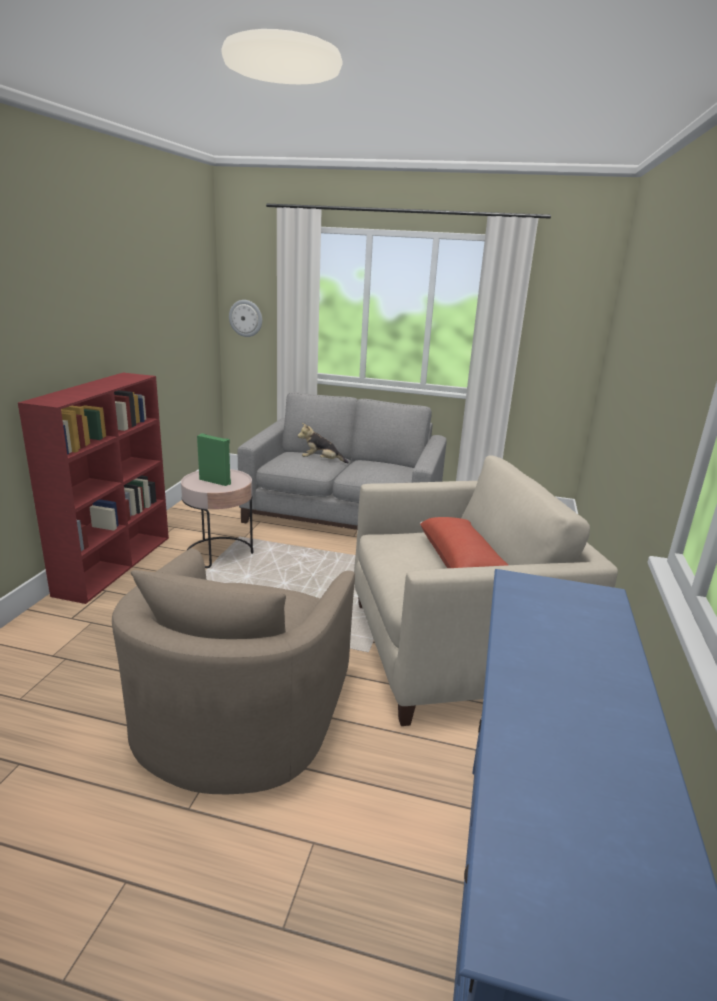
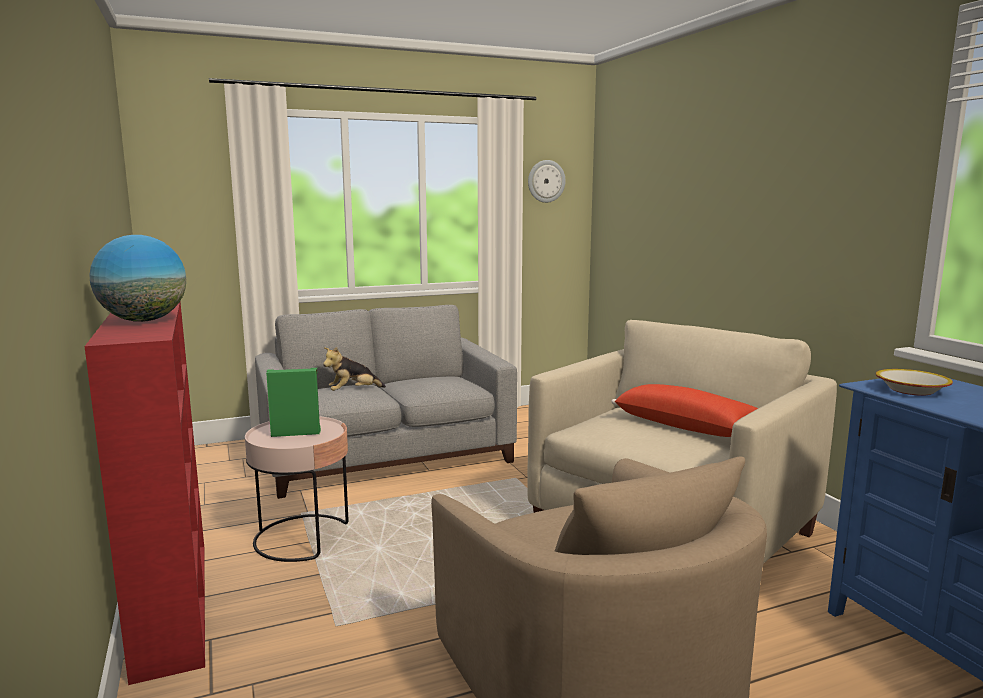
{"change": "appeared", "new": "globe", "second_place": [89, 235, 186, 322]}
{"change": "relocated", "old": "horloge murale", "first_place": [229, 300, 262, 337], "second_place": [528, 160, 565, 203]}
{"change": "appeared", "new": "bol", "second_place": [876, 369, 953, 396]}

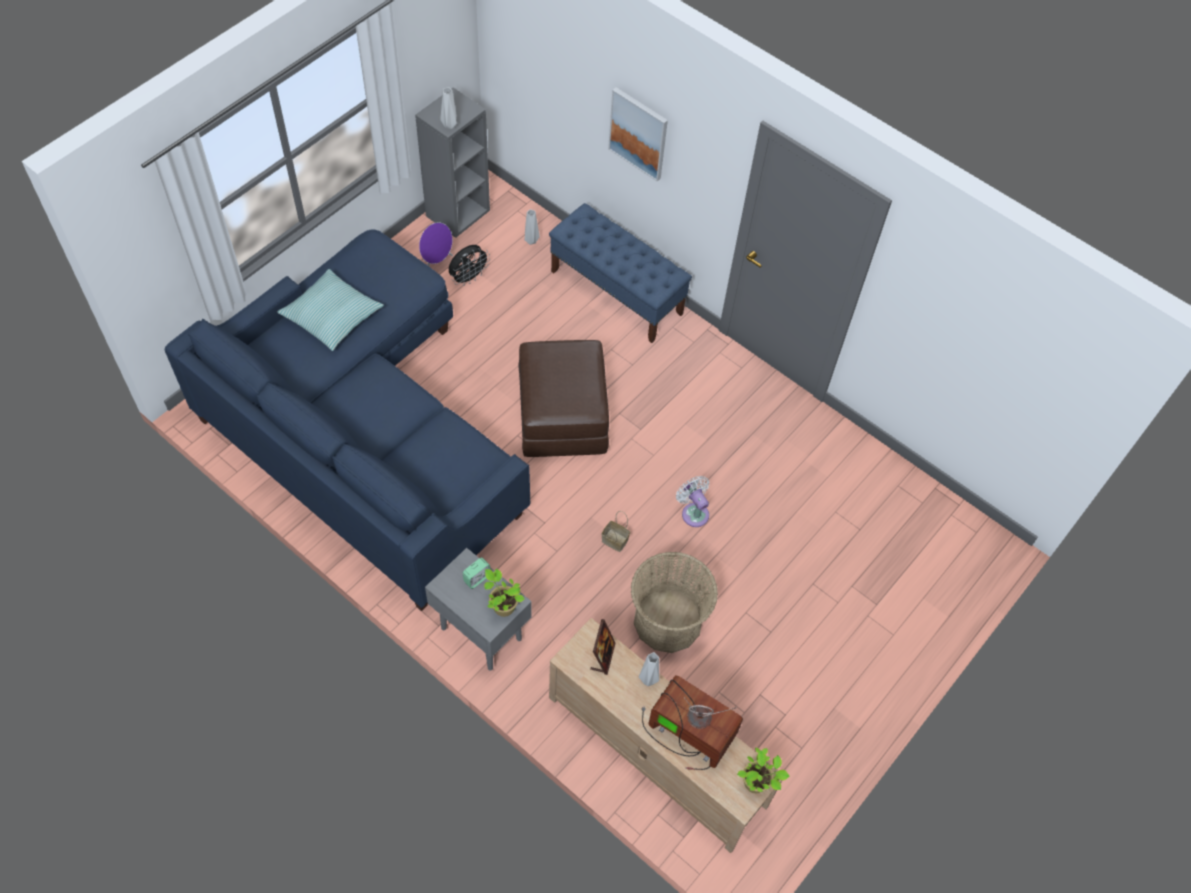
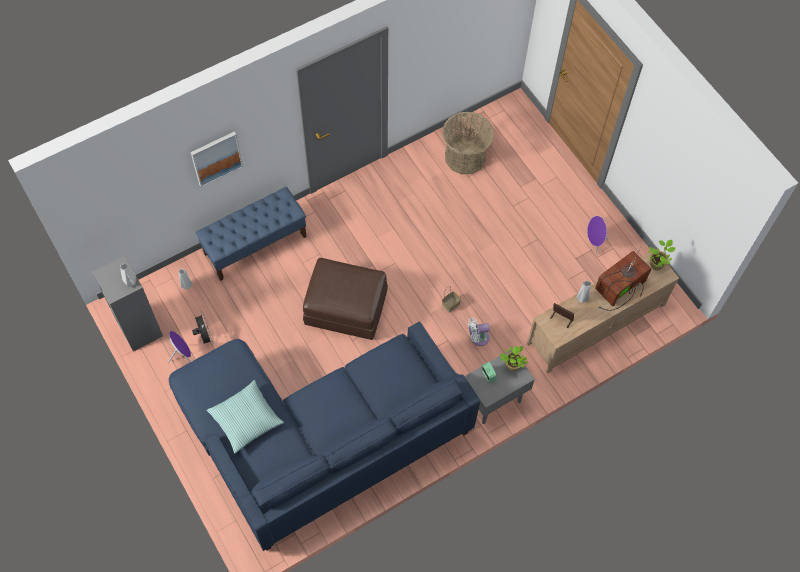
{"change": "relocated", "old": "panier", "first_place": [631, 552, 718, 653], "second_place": [442, 112, 494, 174]}
{"change": "relocated", "old": "ventilateur/blanc", "first_place": [676, 476, 709, 527], "second_place": [468, 317, 490, 346]}
{"change": "appeared", "new": "enceinte/violet", "second_place": [587, 216, 609, 255]}

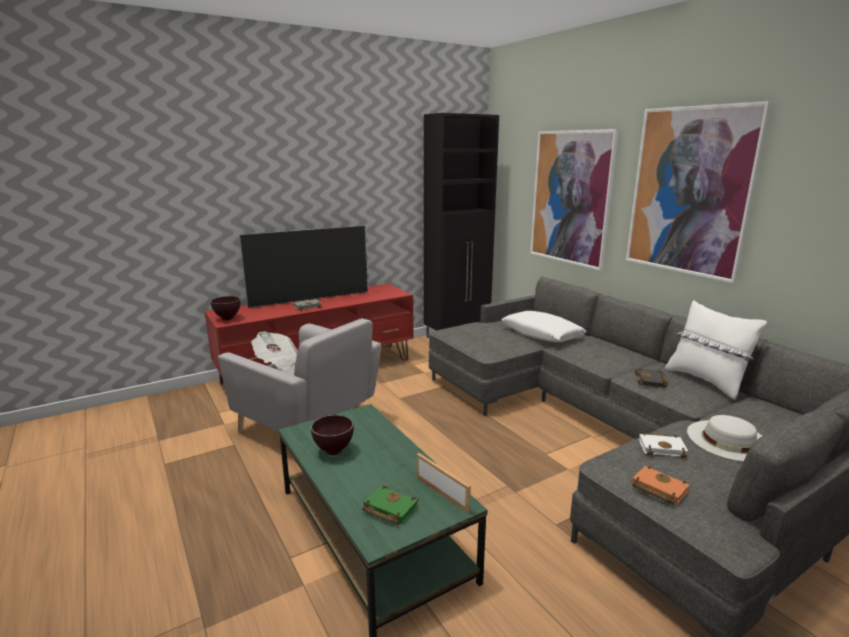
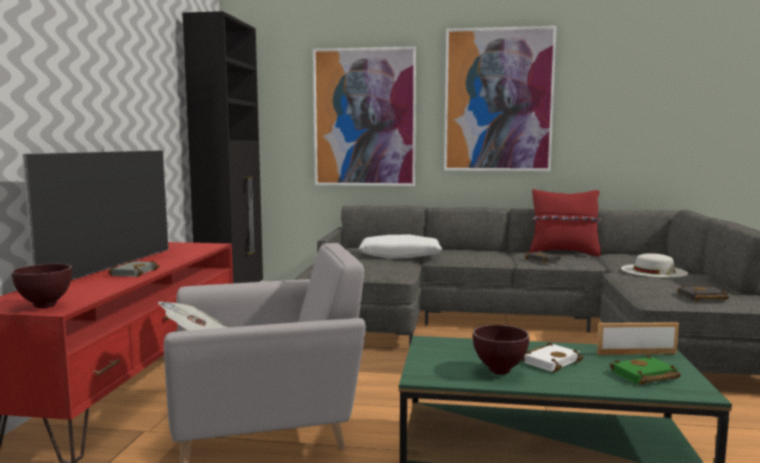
{"change": "relocated", "old": "livre/blanc", "first_place": [639, 433, 688, 458], "second_place": [522, 342, 584, 372]}
{"change": "colour", "old": "coussin/blanc", "new": "coussin/rouge", "first_place": [665, 300, 767, 400], "second_place": [529, 189, 602, 257]}
{"change": "colour", "old": "livre/orange", "new": "livre/noir", "first_place": [632, 466, 689, 505], "second_place": [677, 285, 729, 301]}

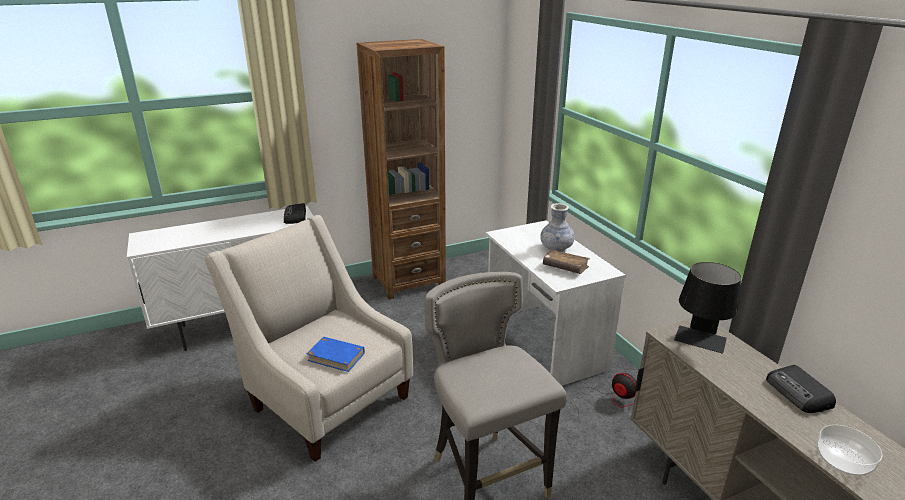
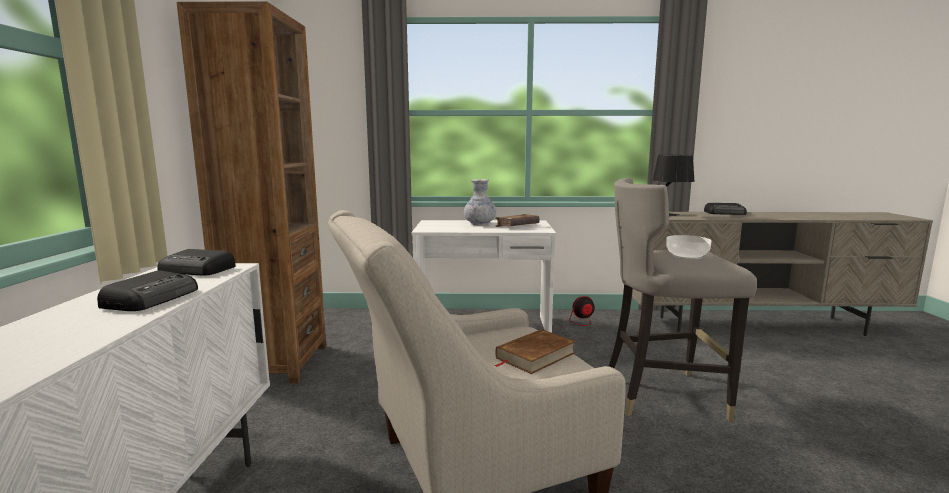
{"change": "appeared", "new": "radio", "second_place": [97, 270, 198, 311]}
{"change": "colour", "old": "livre/bleu", "new": "livre/marron", "first_place": [306, 337, 365, 372], "second_place": [494, 329, 576, 374]}
{"change": "relocated", "old": "bol", "first_place": [817, 425, 883, 476], "second_place": [666, 235, 711, 259]}

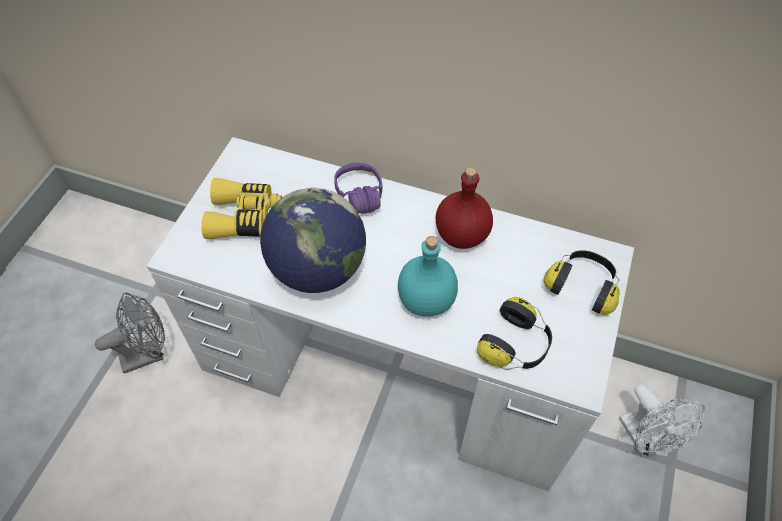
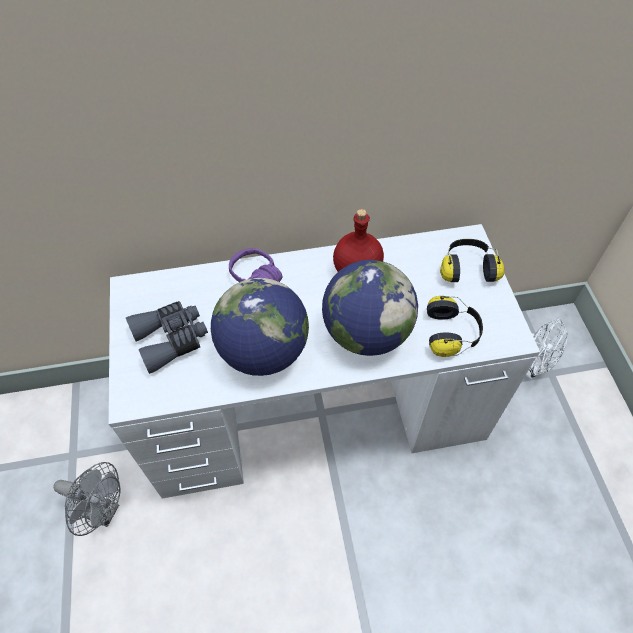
{"change": "spun", "old": "ventilateur/gris", "first_place": [95, 293, 165, 374], "second_place": [53, 462, 121, 536], "degrees": 75}
{"change": "colour", "old": "jumelles/jaune", "new": "jumelles/gris", "first_place": [201, 178, 282, 239], "second_place": [126, 301, 208, 374]}
{"change": "exchanged", "old": "bouteille/turquoise", "new": "globe", "first_place": [398, 236, 458, 317], "second_place": [322, 260, 418, 356]}

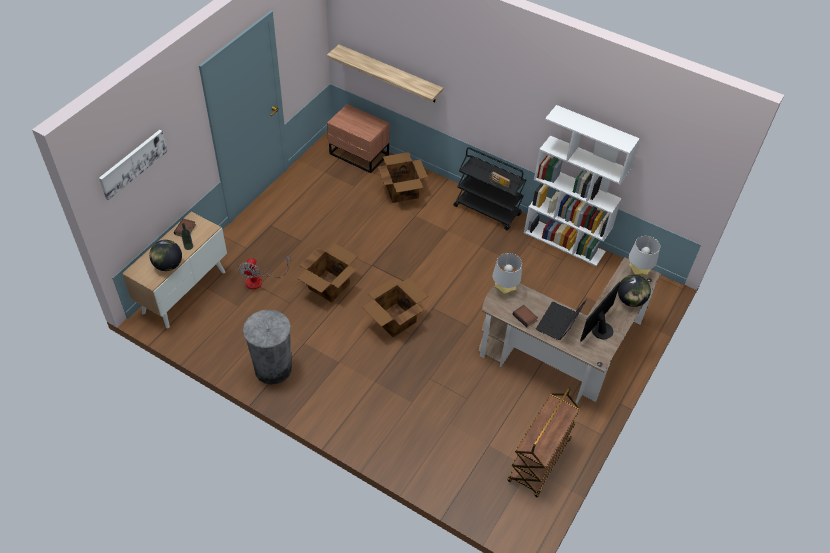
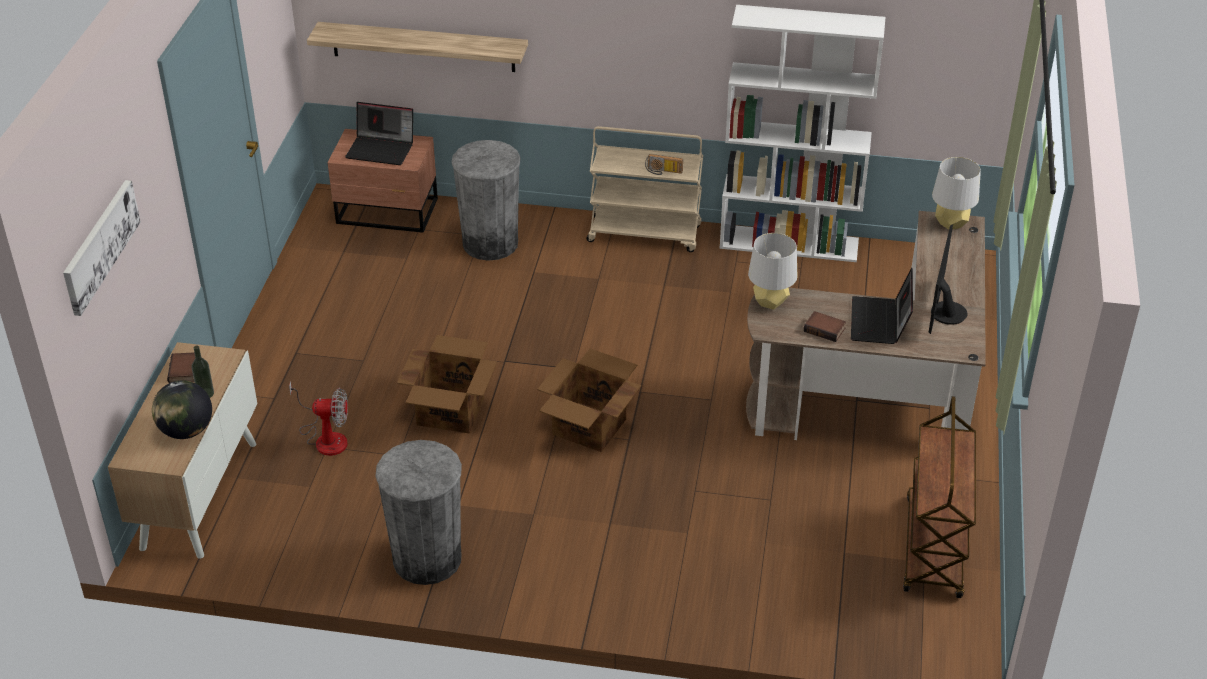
{"change": "spun", "old": "ventilateur", "first_place": [238, 256, 290, 289], "second_place": [289, 381, 348, 456], "degrees": -75}
{"change": "appeared", "new": "ordinateur portable", "second_place": [345, 102, 413, 165]}
{"change": "exchanged", "old": "carton", "new": "poubelle/gris", "first_place": [378, 152, 428, 203], "second_place": [451, 140, 521, 261]}
{"change": "colour", "old": "chariot/noir", "new": "chariot/beige", "first_place": [453, 147, 526, 230], "second_place": [586, 126, 703, 252]}
{"change": "missing", "old": "globe", "first_place": [618, 275, 651, 307]}

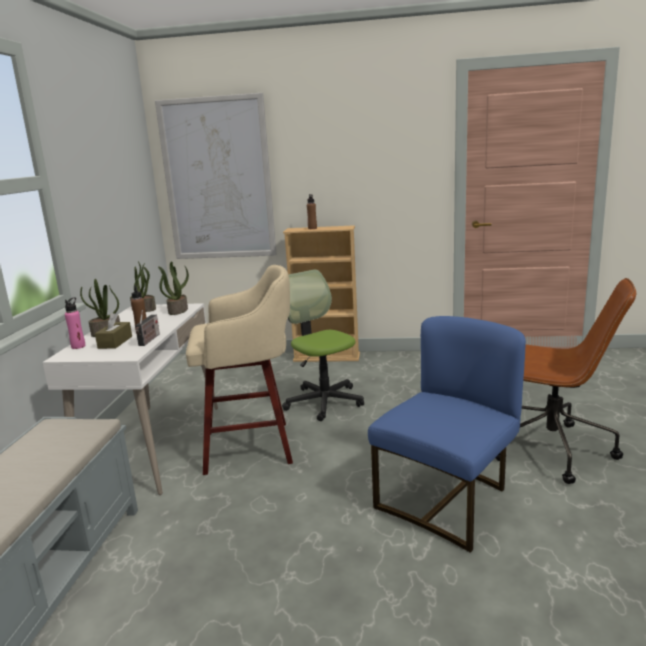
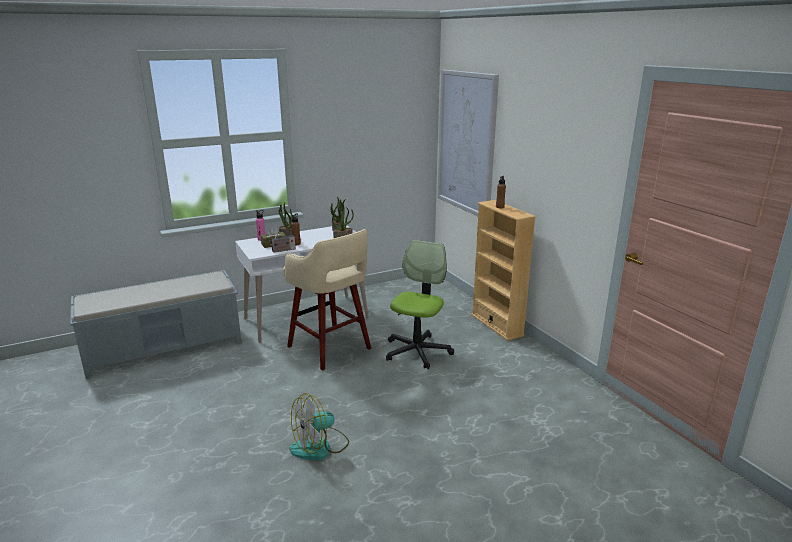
{"change": "exchanged", "old": "chaise/bleu", "new": "ventilateur", "first_place": [368, 316, 526, 553], "second_place": [289, 393, 349, 460]}
{"change": "missing", "old": "chaise de bureau/marron", "first_place": [495, 278, 636, 484]}

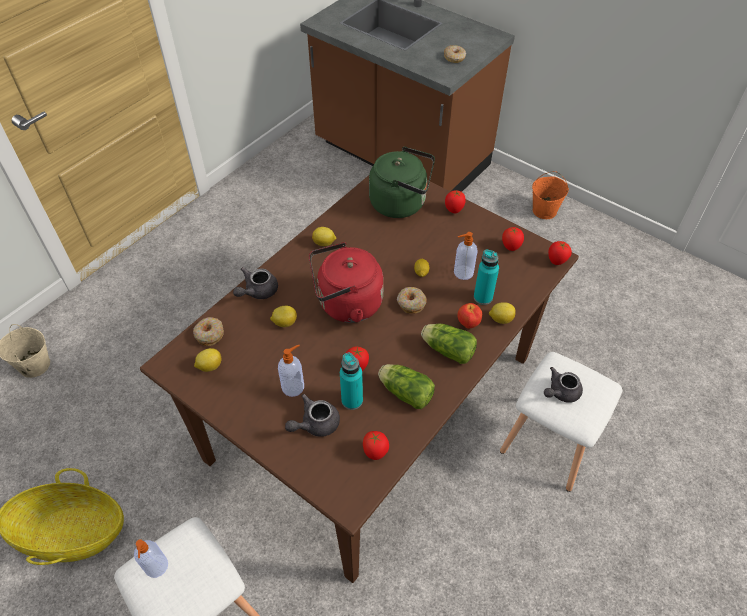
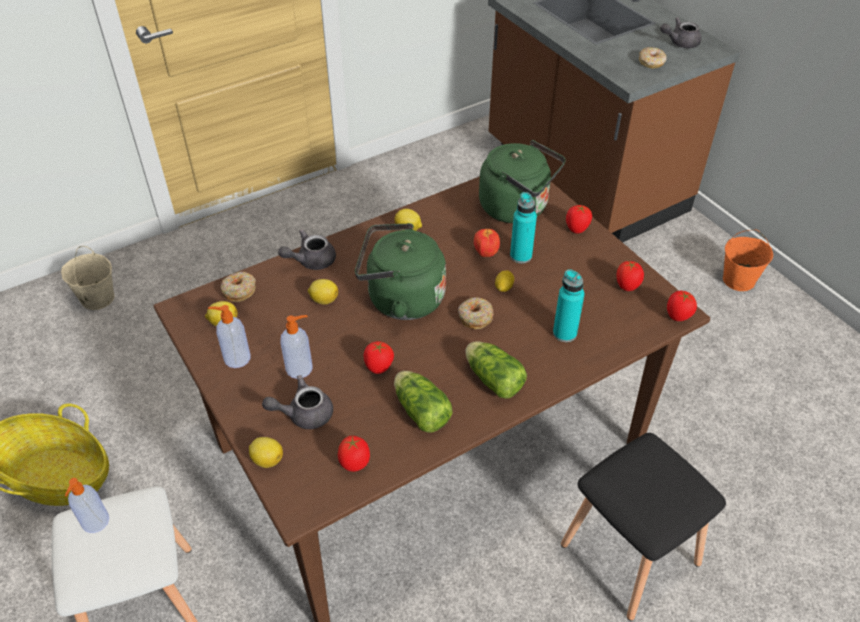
{"change": "relocated", "old": "distributeur de savon", "first_place": [454, 232, 477, 280], "second_place": [208, 305, 250, 368]}
{"change": "relocated", "old": "citron", "first_place": [489, 302, 516, 324], "second_place": [249, 437, 283, 468]}
{"change": "colour", "old": "bouilloire/rouge", "new": "bouilloire/vert", "first_place": [309, 242, 384, 323], "second_place": [355, 223, 446, 320]}
{"change": "relocated", "old": "pomme", "first_place": [457, 303, 482, 329], "second_place": [474, 229, 500, 257]}
{"change": "relocated", "old": "bouteille/turquoise", "first_place": [340, 353, 363, 410], "second_place": [510, 192, 537, 263]}
{"change": "colour", "old": "tabouret/blanc", "new": "tabouret/noir", "first_place": [500, 352, 622, 492], "second_place": [561, 433, 726, 621]}
{"change": "relocated", "old": "théière/gris", "first_place": [544, 367, 583, 403], "second_place": [660, 17, 701, 48]}

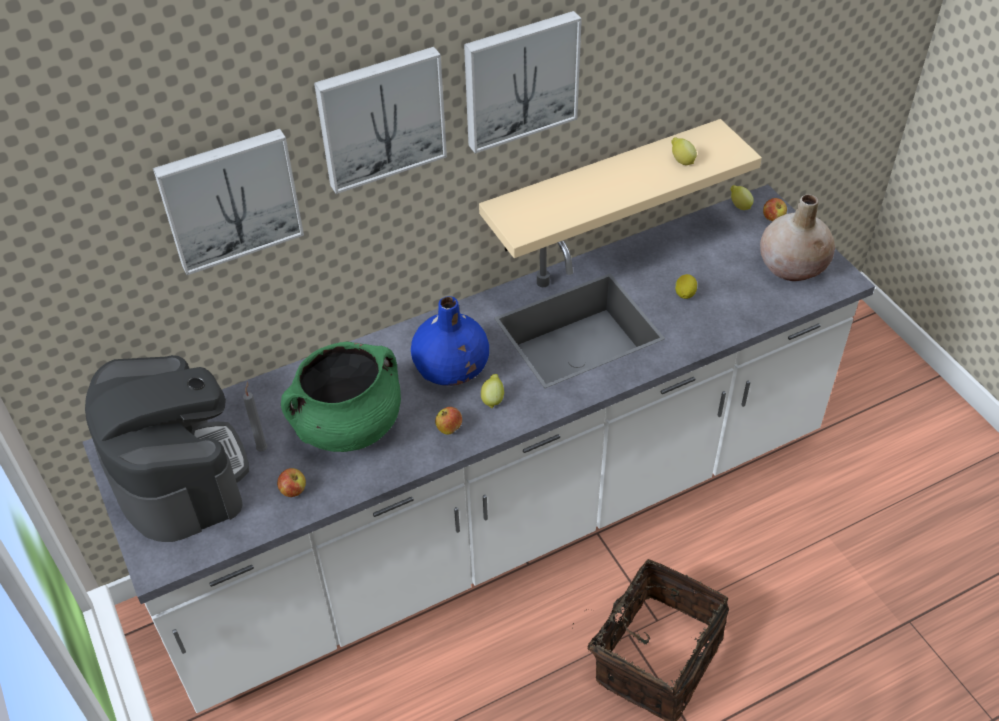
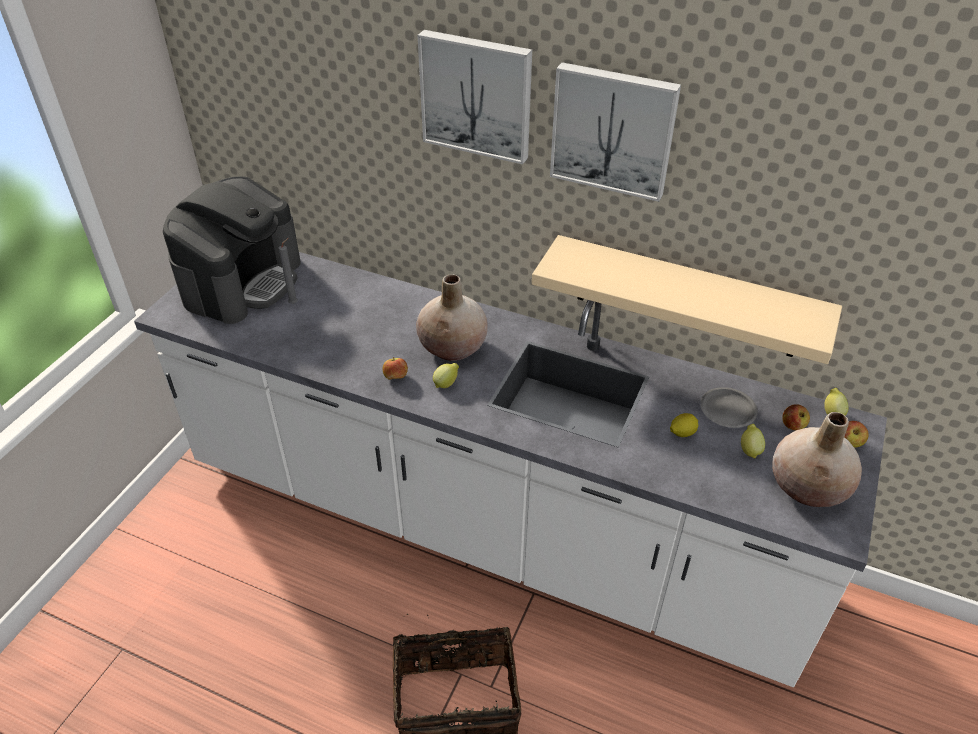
{"change": "colour", "old": "vase/bleu", "new": "vase/beige", "first_place": [411, 296, 489, 386], "second_place": [416, 274, 488, 361]}
{"change": "appeared", "new": "assiette/gris", "second_place": [700, 387, 758, 428]}
{"change": "relocated", "old": "citron", "first_place": [671, 137, 697, 165], "second_place": [741, 424, 765, 459]}
{"change": "relocated", "old": "pomme", "first_place": [277, 468, 306, 497], "second_place": [782, 404, 810, 430]}
{"change": "missing", "old": "tableau", "first_place": [153, 129, 304, 275]}
{"change": "missing", "old": "marmite/vert", "first_place": [281, 342, 401, 452]}

